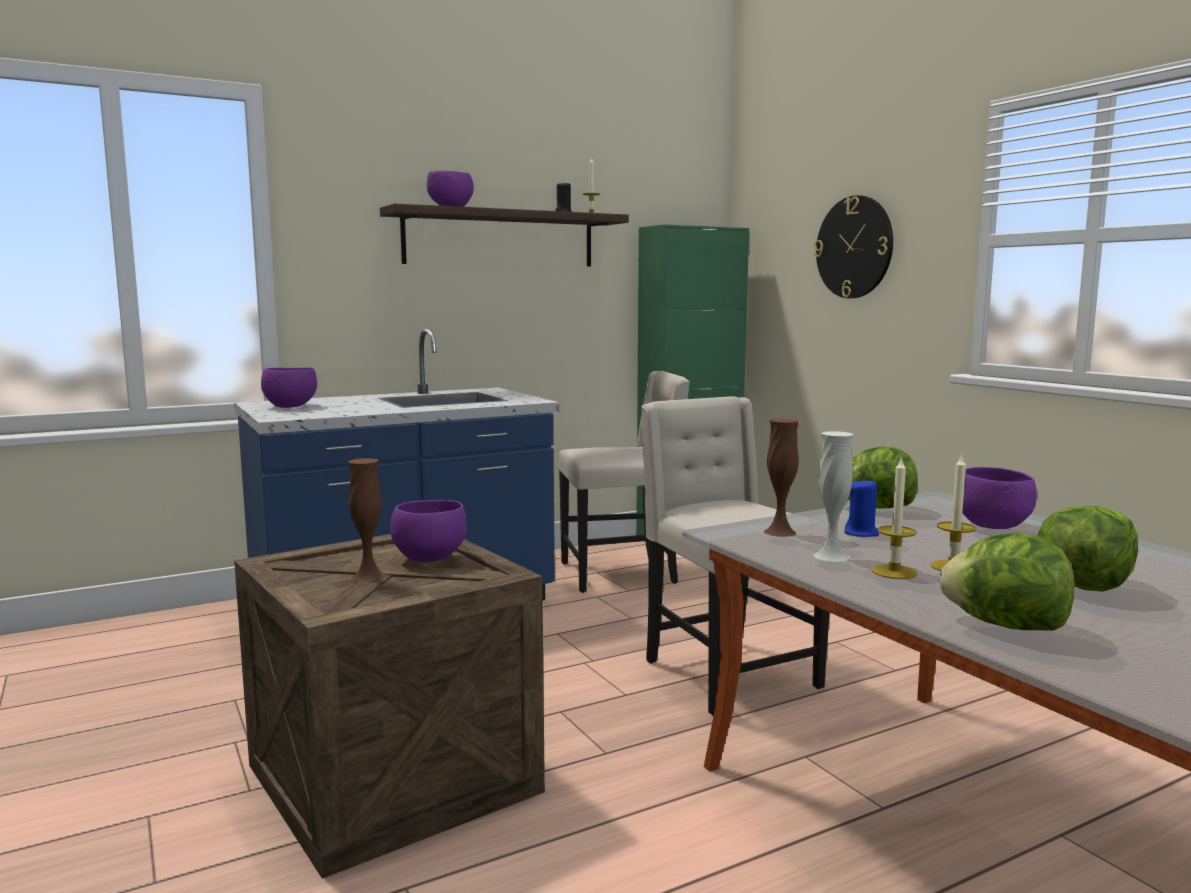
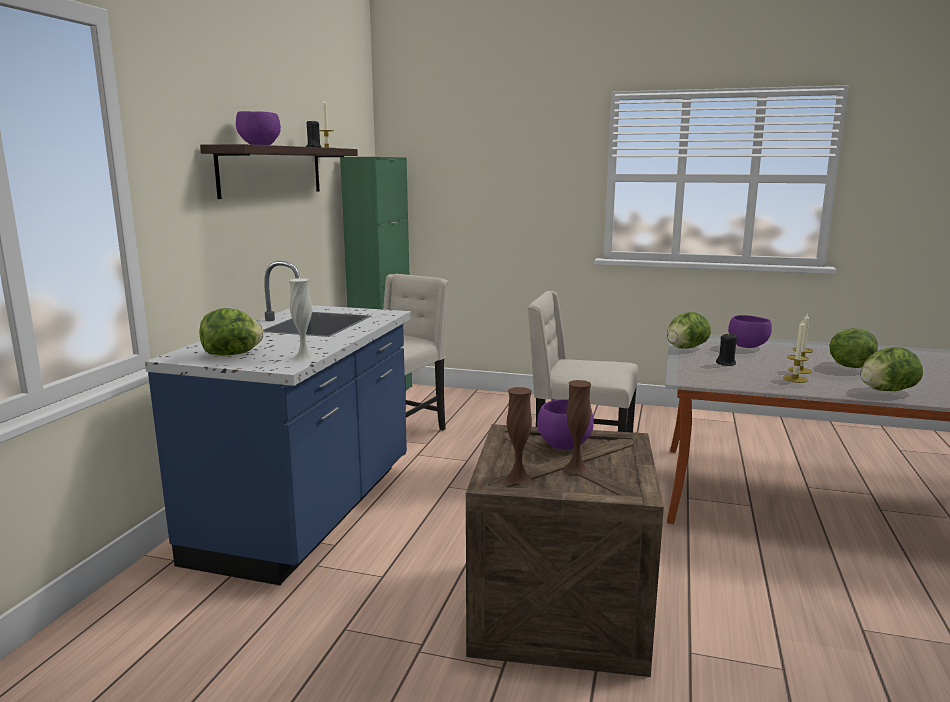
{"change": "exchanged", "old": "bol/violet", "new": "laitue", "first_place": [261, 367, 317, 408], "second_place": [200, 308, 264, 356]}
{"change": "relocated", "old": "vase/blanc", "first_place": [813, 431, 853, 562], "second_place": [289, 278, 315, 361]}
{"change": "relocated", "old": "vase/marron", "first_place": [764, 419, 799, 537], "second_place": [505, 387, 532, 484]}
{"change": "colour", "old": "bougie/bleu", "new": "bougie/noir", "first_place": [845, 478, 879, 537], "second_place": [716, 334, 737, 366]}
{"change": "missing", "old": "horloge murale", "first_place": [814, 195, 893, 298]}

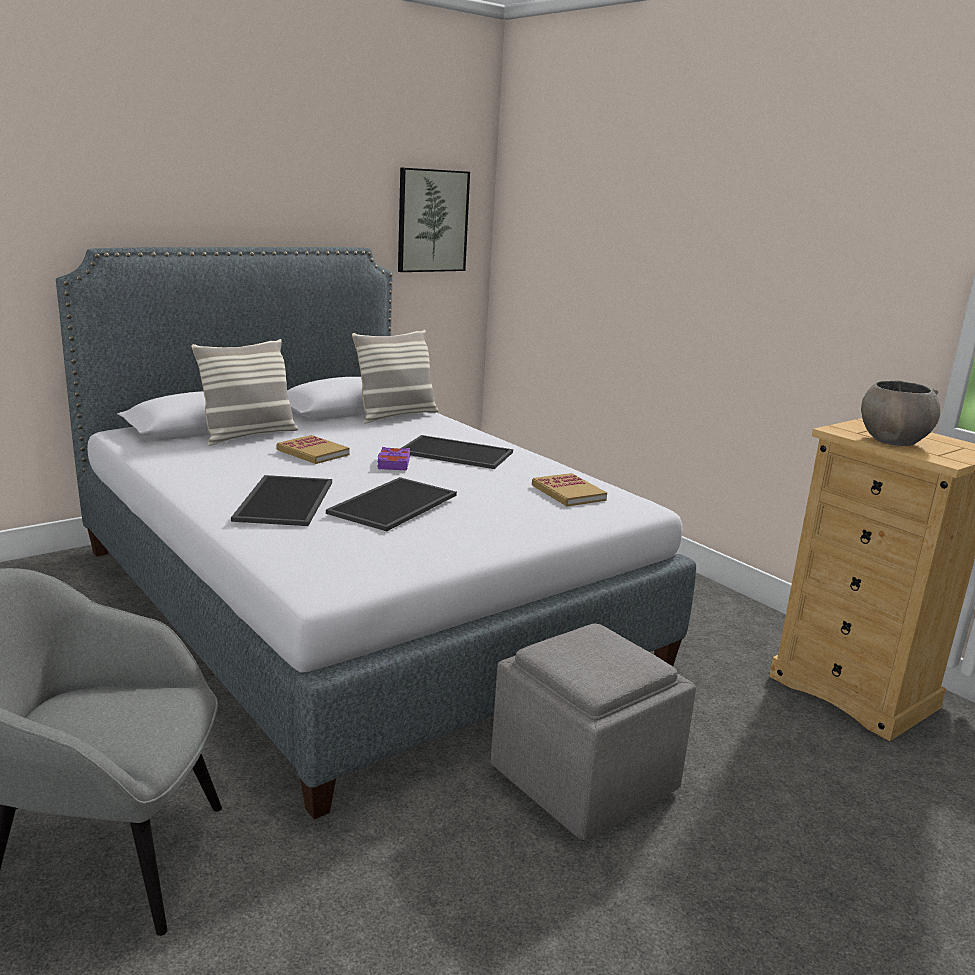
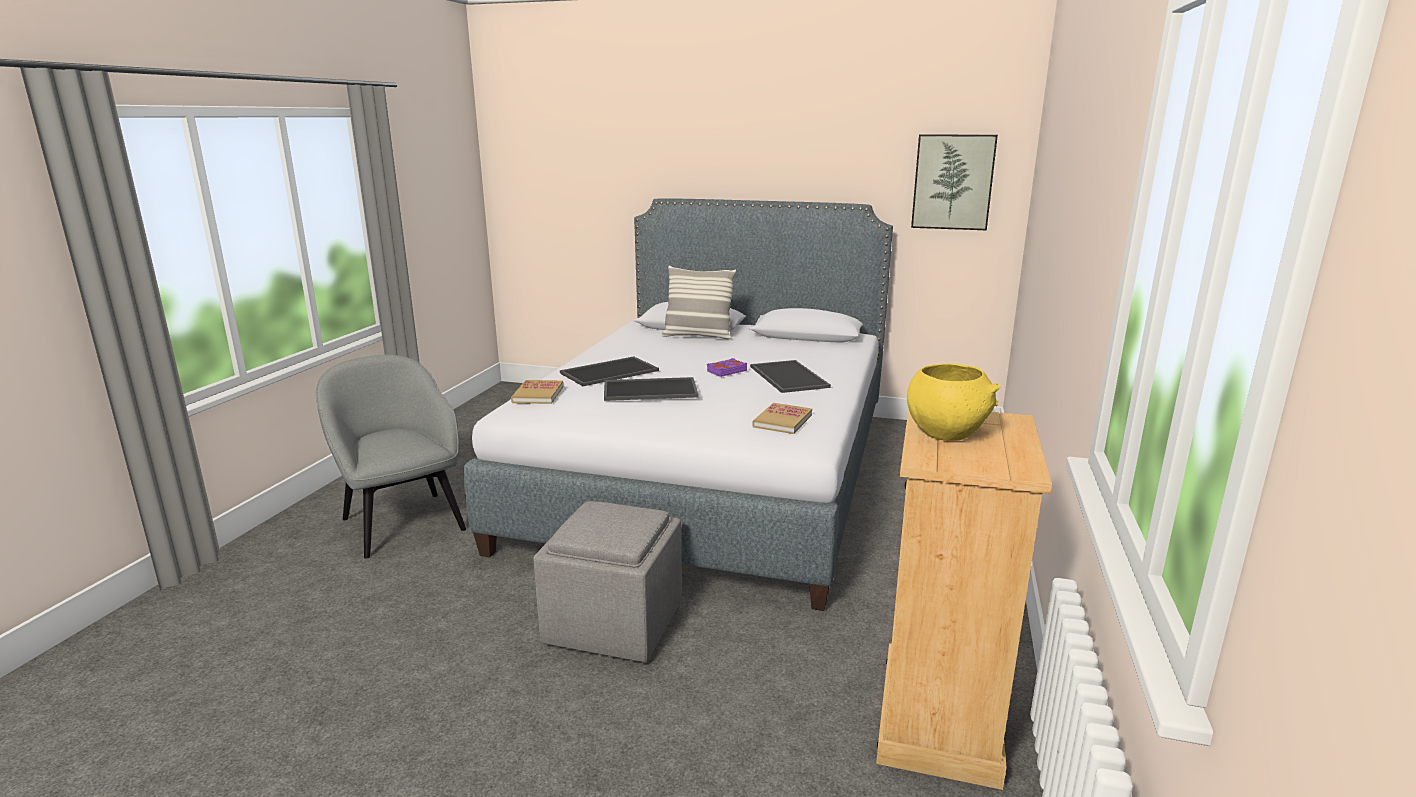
{"change": "relocated", "old": "livre", "first_place": [276, 435, 350, 464], "second_place": [511, 380, 563, 404]}
{"change": "colour", "old": "bol/gris", "new": "bol/jaune", "first_place": [861, 380, 941, 446], "second_place": [907, 363, 1000, 441]}
{"change": "missing", "old": "coussin", "first_place": [352, 330, 438, 424]}

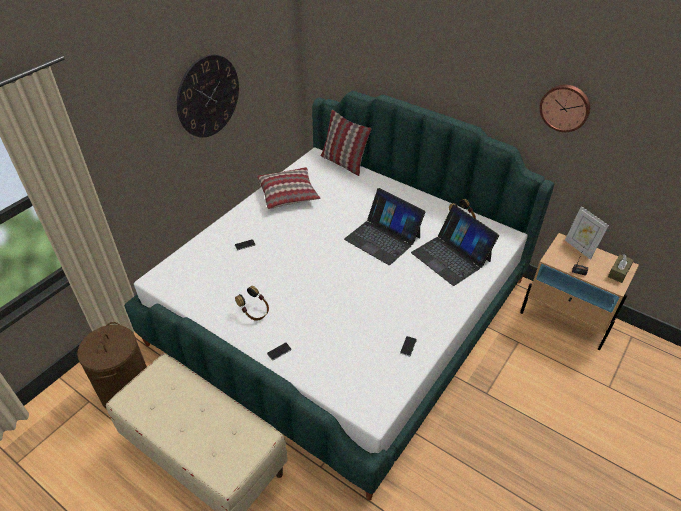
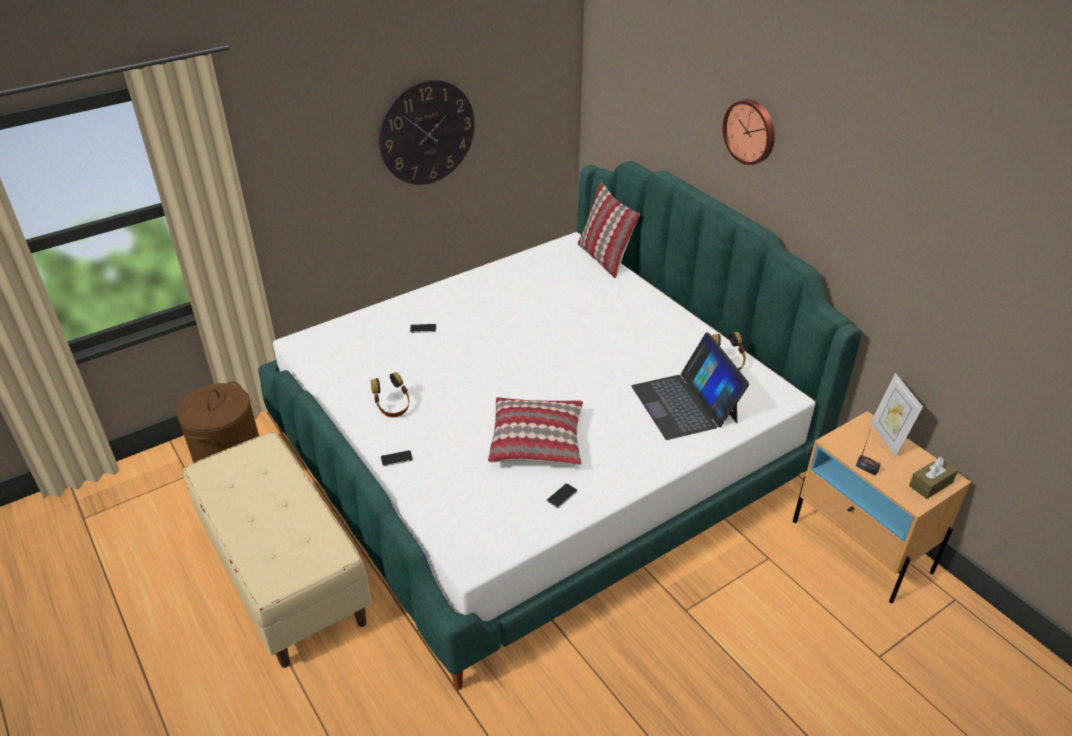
{"change": "relocated", "old": "coussin", "first_place": [257, 167, 320, 209], "second_place": [488, 397, 583, 465]}
{"change": "relocated", "old": "horloge murale", "first_place": [540, 85, 590, 132], "second_place": [723, 99, 775, 165]}
{"change": "missing", "old": "ordinateur portable", "first_place": [344, 188, 425, 265]}

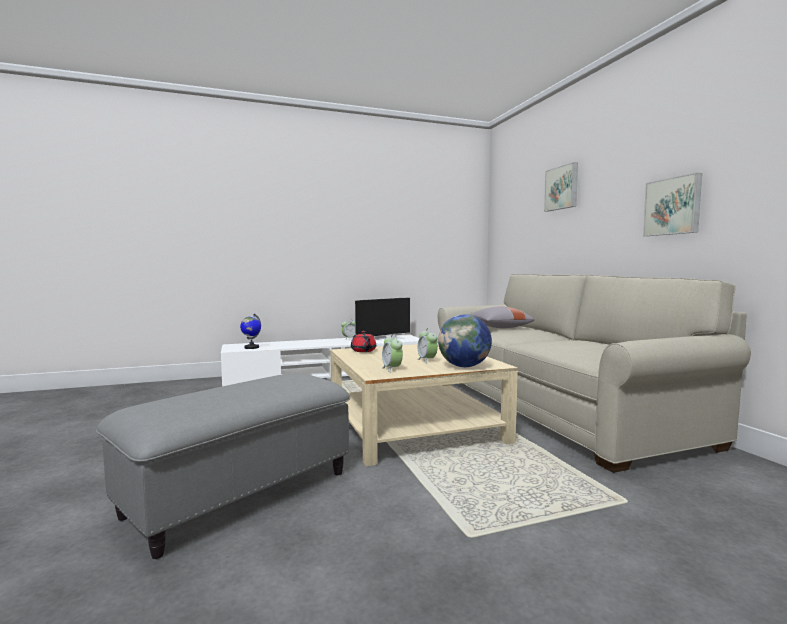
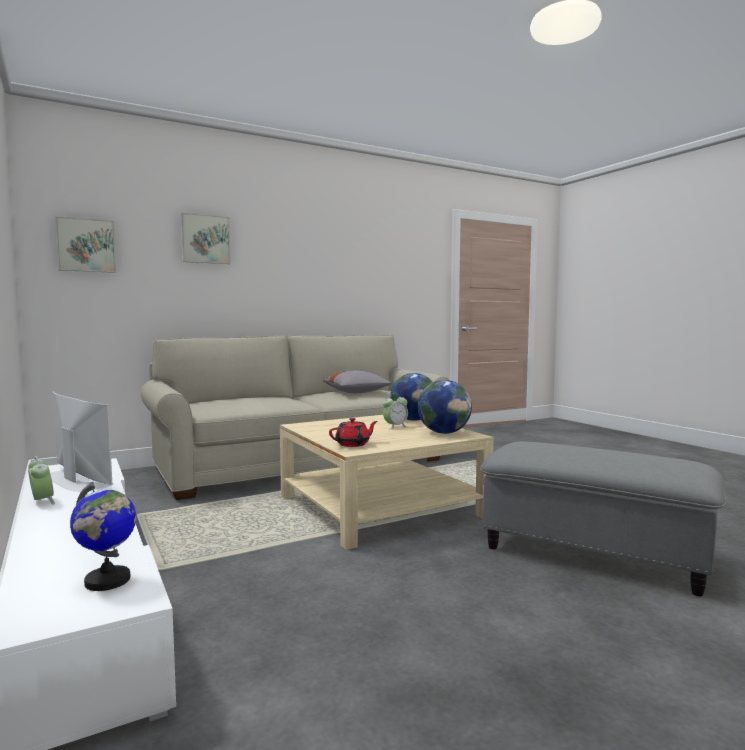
{"change": "relocated", "old": "tableau", "first_place": [643, 173, 702, 236], "second_place": [55, 216, 116, 273]}
{"change": "relocated", "old": "coussin/gris", "first_place": [468, 306, 535, 328], "second_place": [323, 370, 391, 393]}
{"change": "exchanged", "old": "réveil", "new": "globe", "first_place": [382, 334, 403, 373], "second_place": [418, 380, 472, 434]}

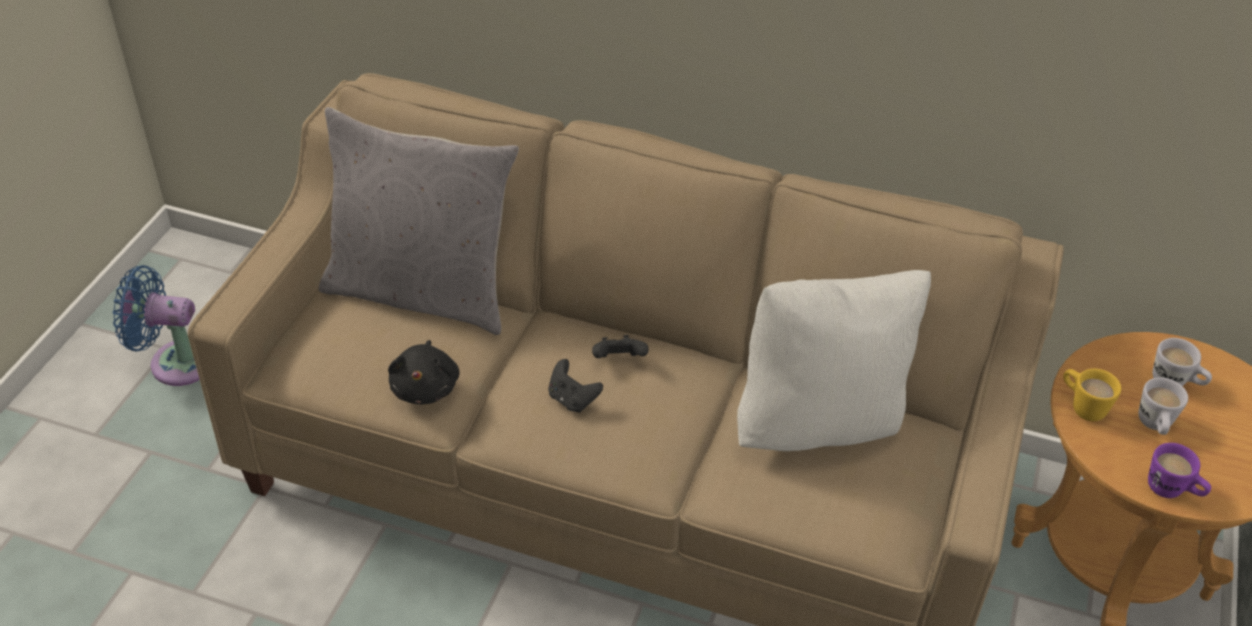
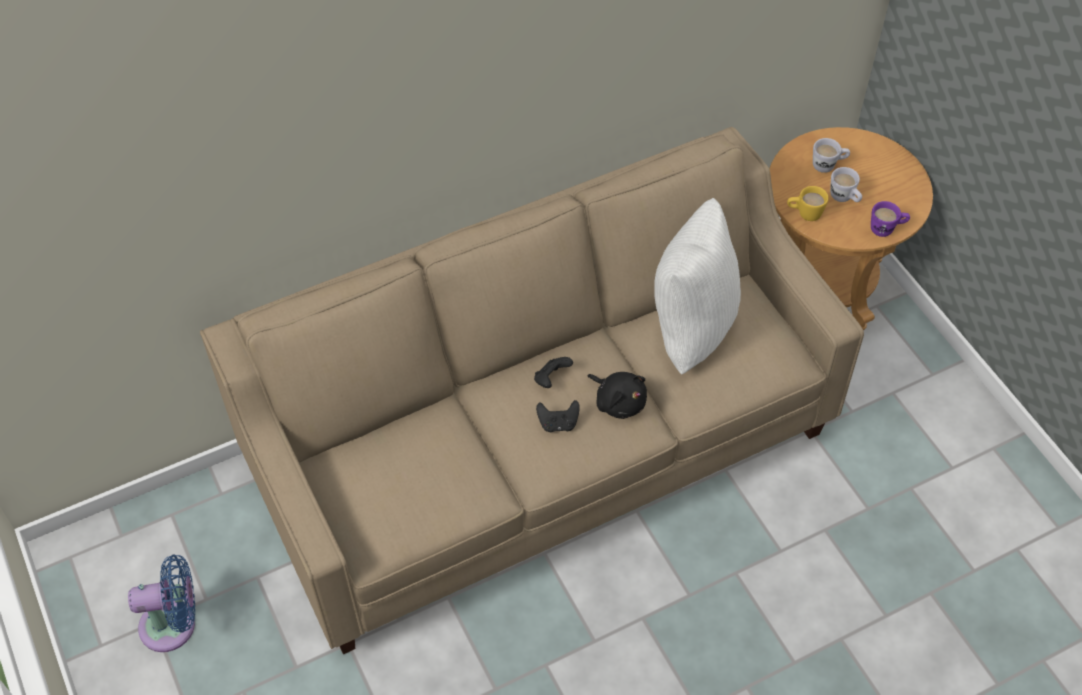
{"change": "spun", "old": "ventilateur/bleu", "first_place": [113, 265, 200, 386], "second_place": [128, 554, 195, 652], "degrees": -150}
{"change": "relocated", "old": "peluche/noir", "first_place": [388, 340, 460, 404], "second_place": [588, 372, 647, 419]}
{"change": "missing", "old": "coussin/gris", "first_place": [319, 107, 519, 335]}

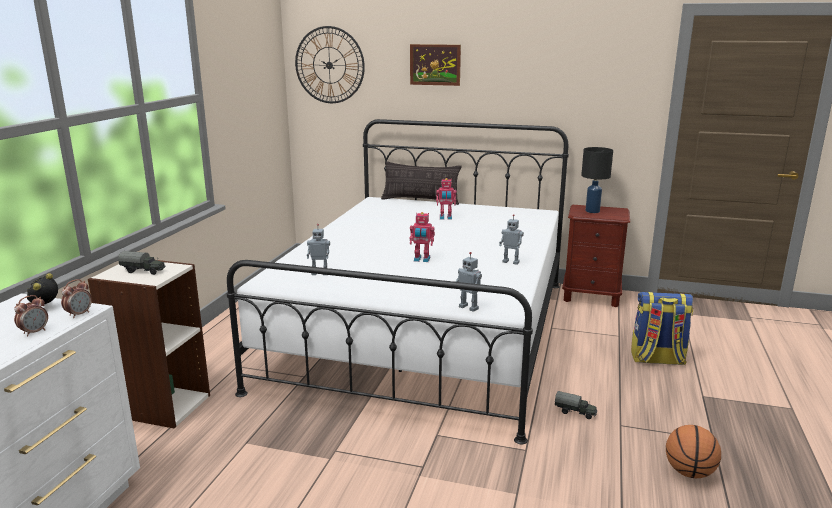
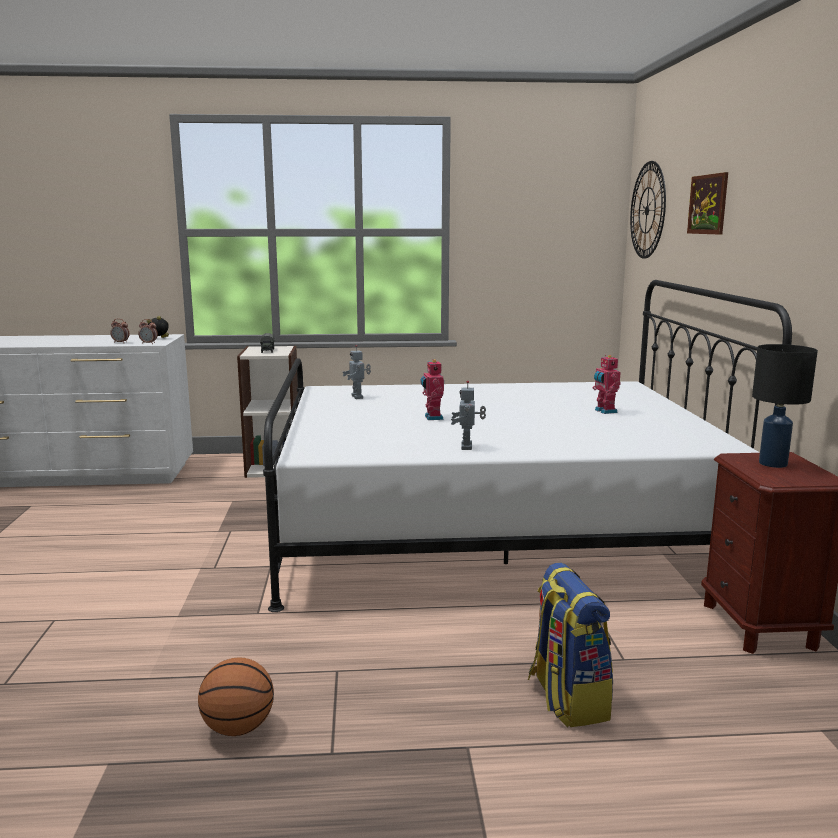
{"change": "missing", "old": "coussin", "first_place": [381, 161, 462, 205]}
{"change": "missing", "old": "robot jouet", "first_place": [455, 252, 482, 312]}
{"change": "missing", "old": "camion jouet", "first_place": [555, 391, 597, 419]}

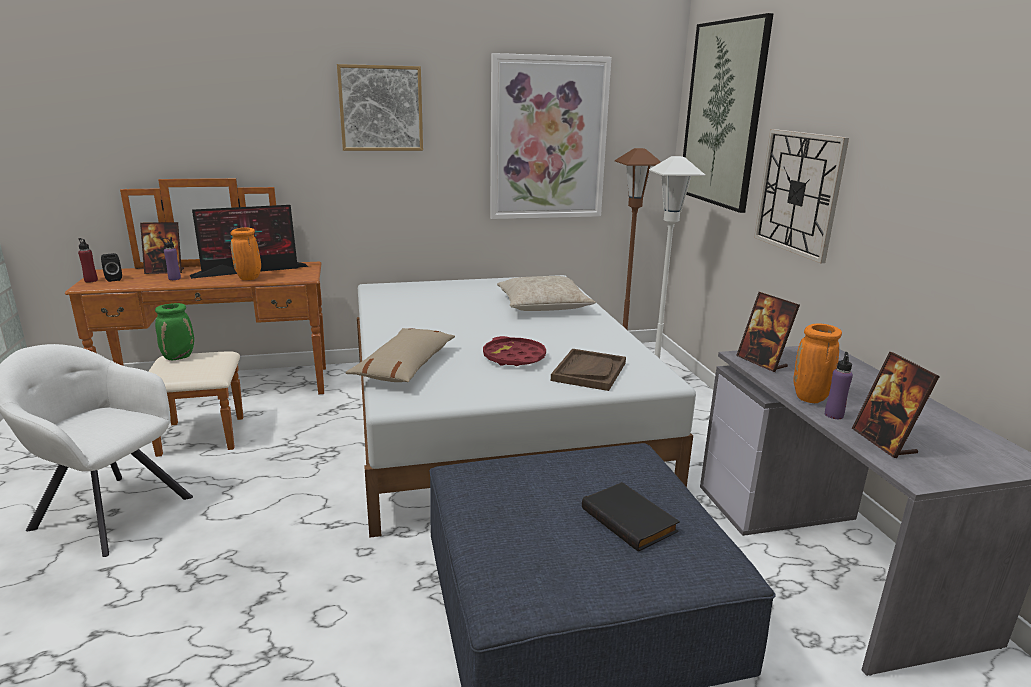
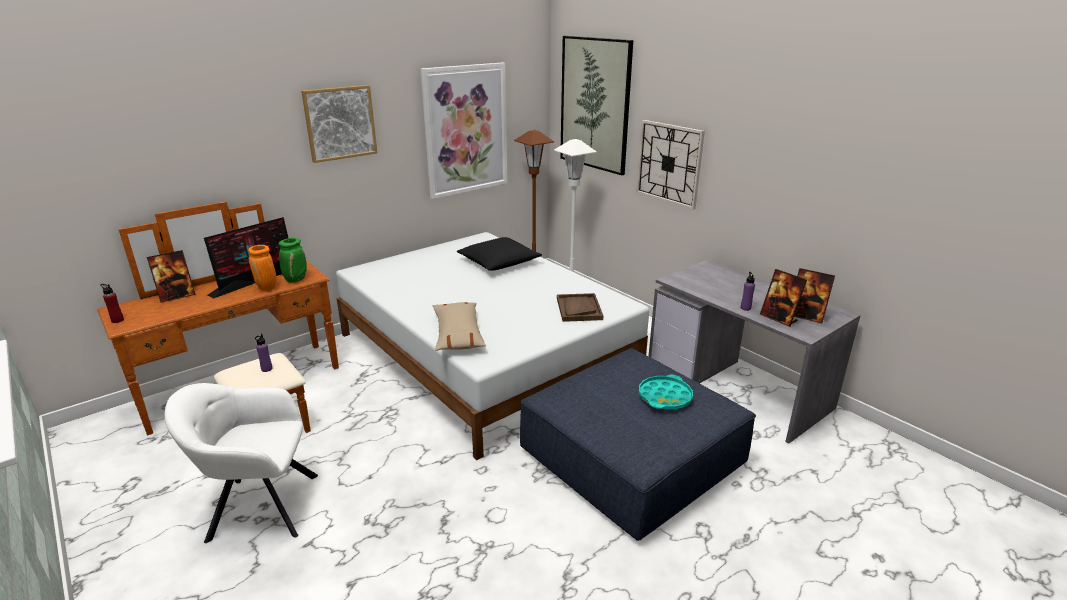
{"change": "relocated", "old": "bouteille/violet", "first_place": [161, 237, 181, 280], "second_place": [255, 334, 273, 372]}
{"change": "relocated", "old": "vase/vert", "first_place": [155, 303, 194, 360], "second_place": [279, 238, 307, 283]}
{"change": "colour", "old": "coussin/beige", "new": "coussin/noir", "first_place": [497, 276, 596, 311], "second_place": [457, 237, 542, 271]}
{"change": "exchanged", "old": "livre/noir", "new": "plateau/turquoise", "first_place": [582, 482, 680, 552], "second_place": [639, 375, 693, 409]}
{"change": "relocated", "old": "cadre photo", "first_place": [736, 292, 800, 372], "second_place": [794, 268, 835, 324]}
{"change": "missing", "old": "enceinte/noir", "first_place": [101, 253, 122, 282]}
{"change": "missing", "old": "plateau/rouge", "first_place": [483, 336, 546, 366]}
{"change": "missing", "old": "vase/orange", "first_place": [793, 323, 842, 403]}

